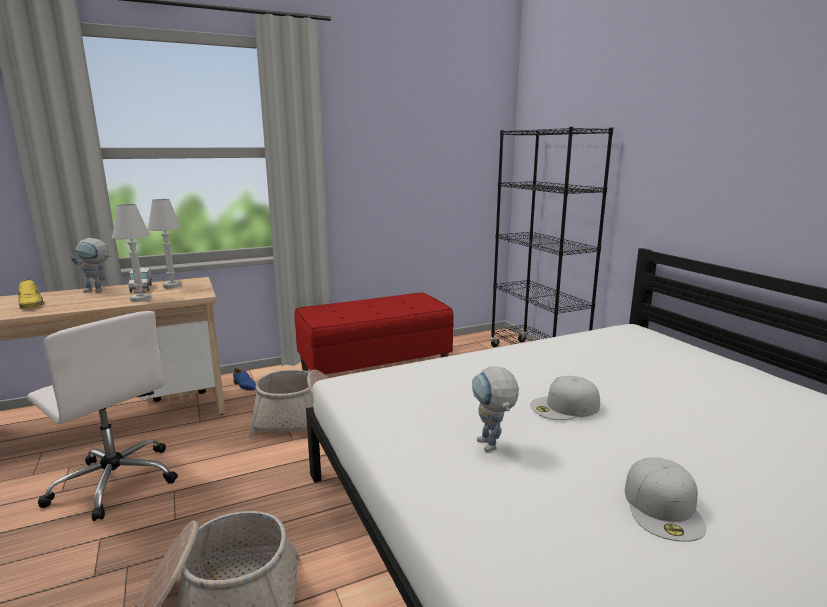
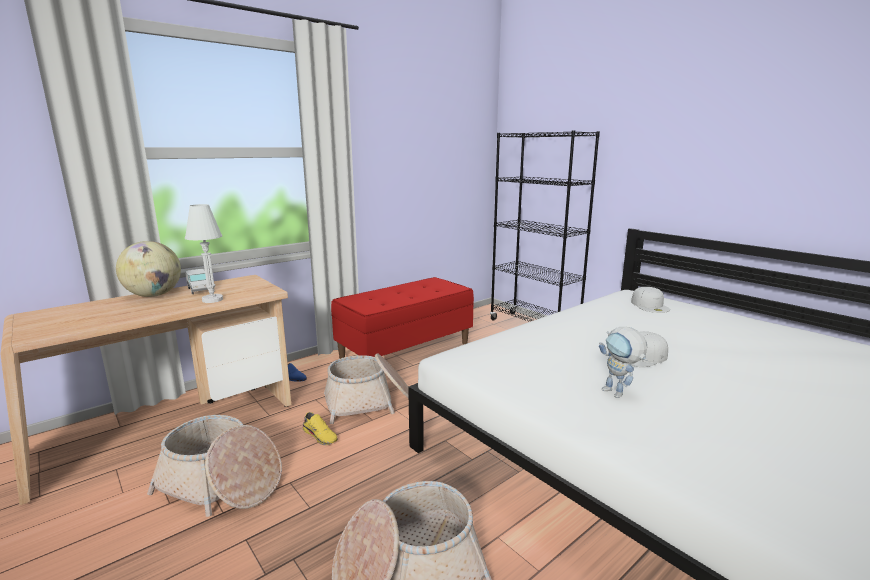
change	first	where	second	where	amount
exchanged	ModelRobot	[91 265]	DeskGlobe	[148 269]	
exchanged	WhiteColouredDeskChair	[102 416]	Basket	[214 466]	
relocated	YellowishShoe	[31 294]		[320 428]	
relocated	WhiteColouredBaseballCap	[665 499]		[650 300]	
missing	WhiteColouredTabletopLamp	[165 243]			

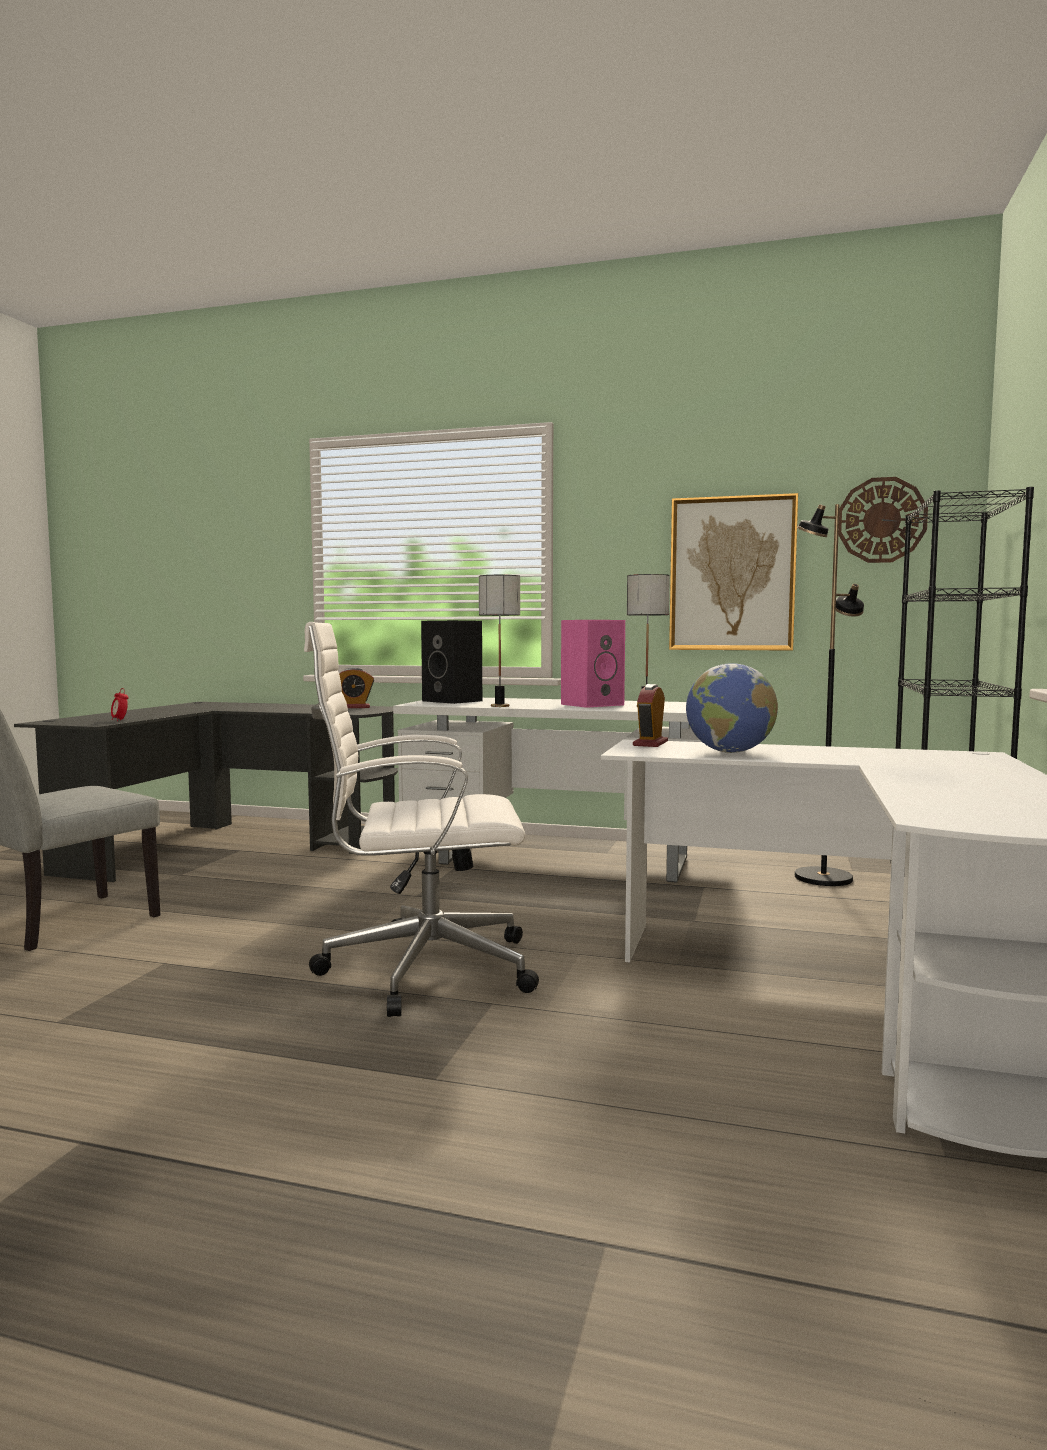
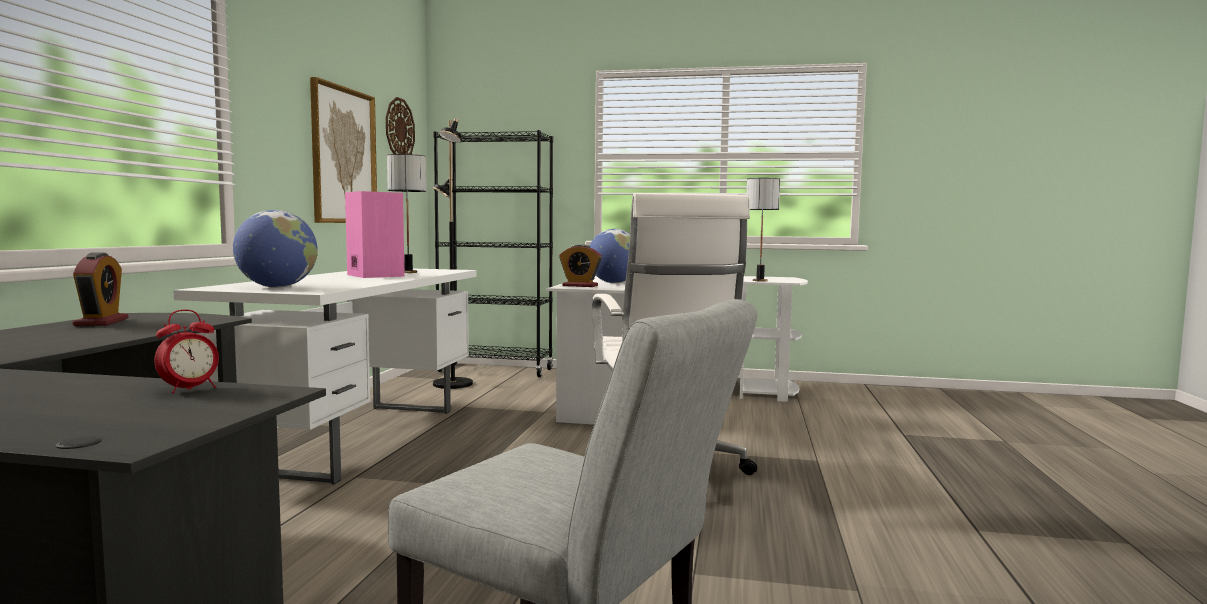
change	first	where	second	where	amount
exchanged	BlackishAudioSpeaker	[451 662]	DeskGlobe	[275 249]	
relocated	TabletopLamp	[499 641]		[763 230]	

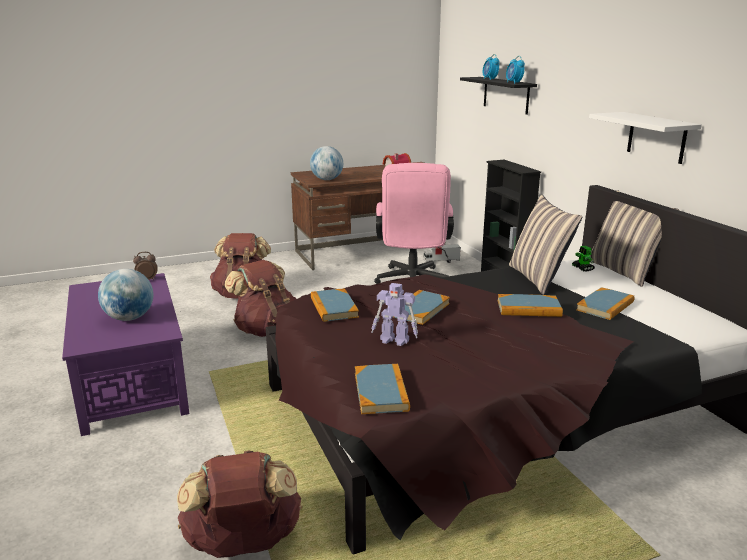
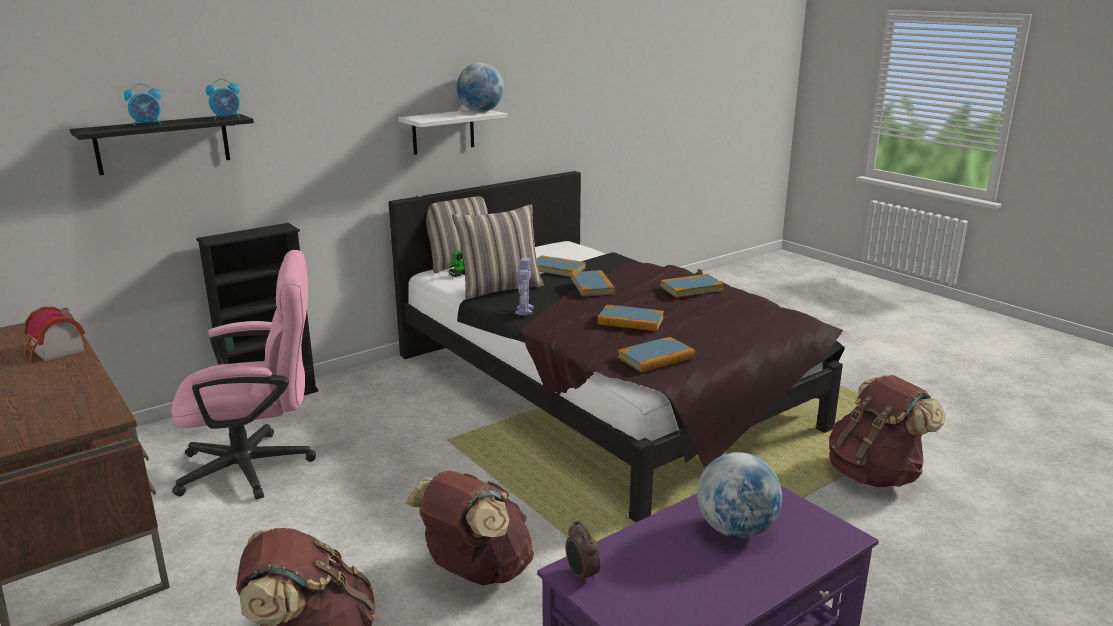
change	first	where	second	where	amount
relocated	DeskGlobe	[326 163]		[480 87]	
relocated	ModelRobot	[394 314]		[524 286]	
relocated	Volume	[382 389]		[692 285]	
missing	ModelTruck	[442 253]			

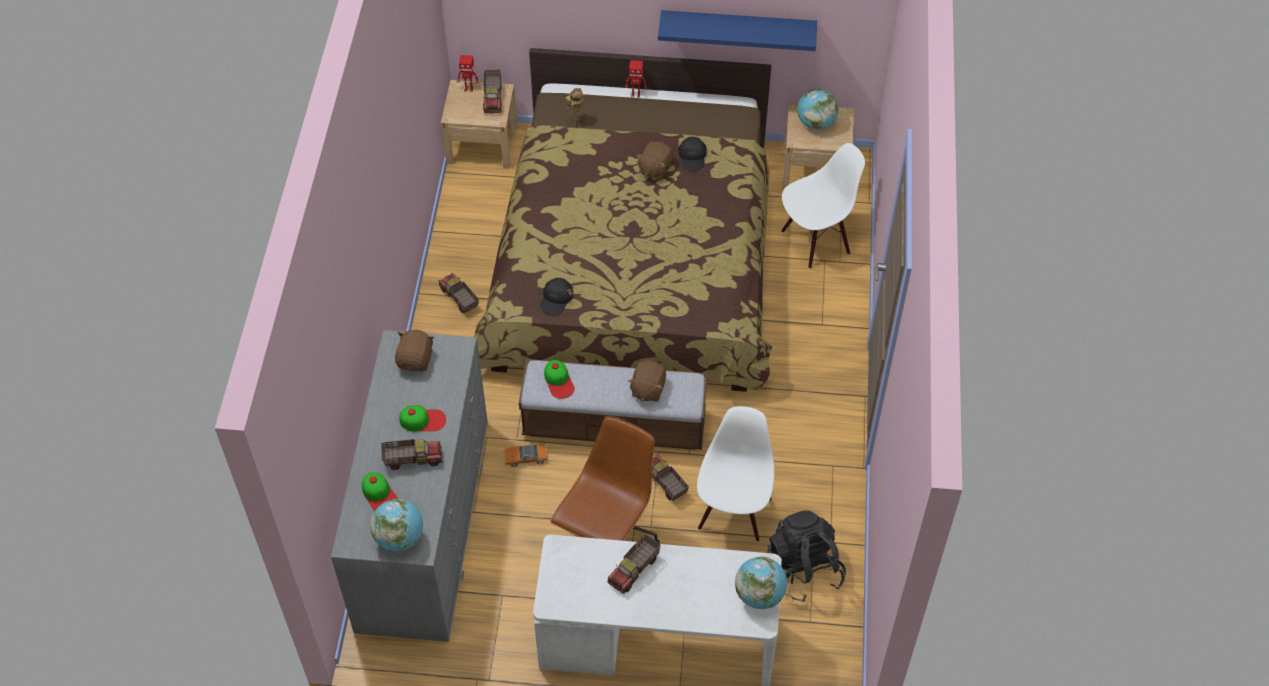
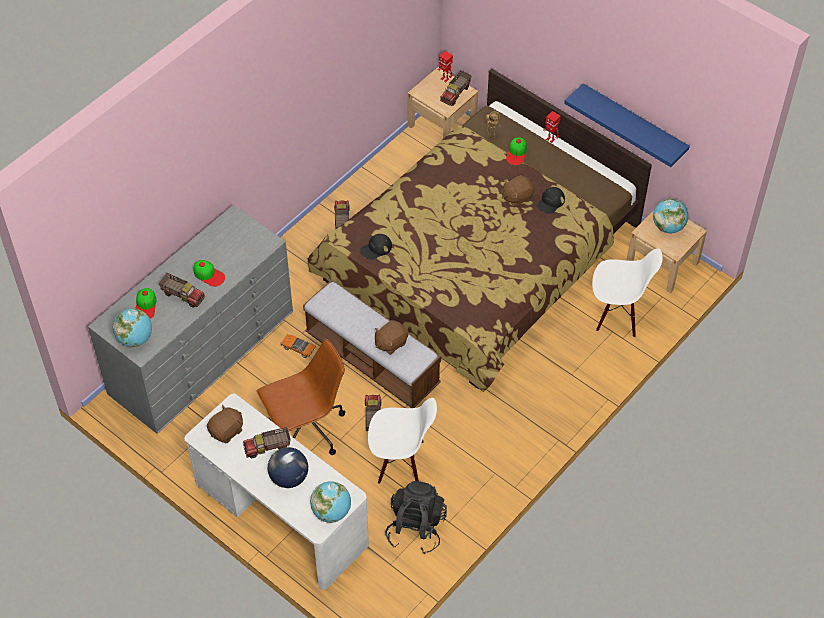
change	first	where	second	where	amount
relocated	BrownishPlushToy	[414 351]		[225 424]	
appeared			DeskGlobe	[288 467]	
spun	WhiteColouredPlainChair	[735 474]		[402 441]	45 degrees clockwise
relocated	BaseballCap	[559 379]		[516 151]	

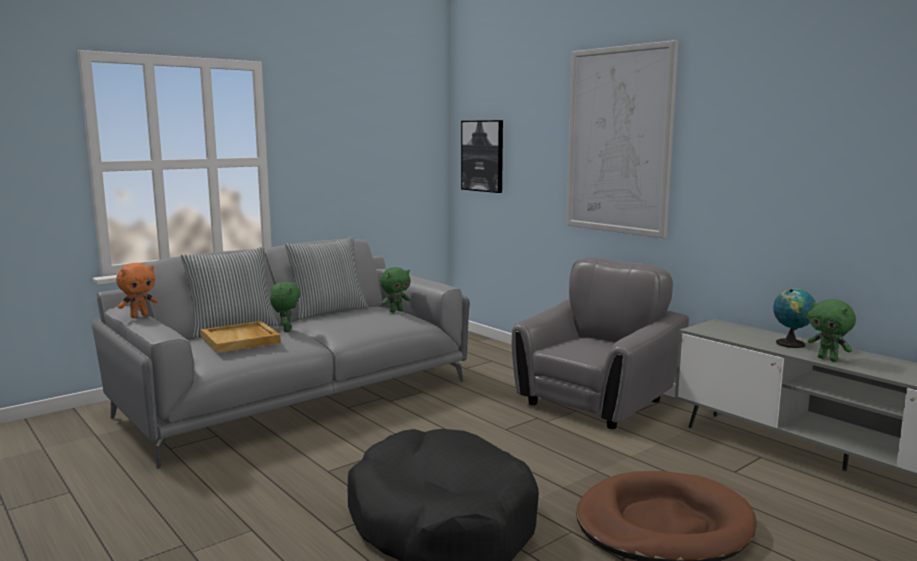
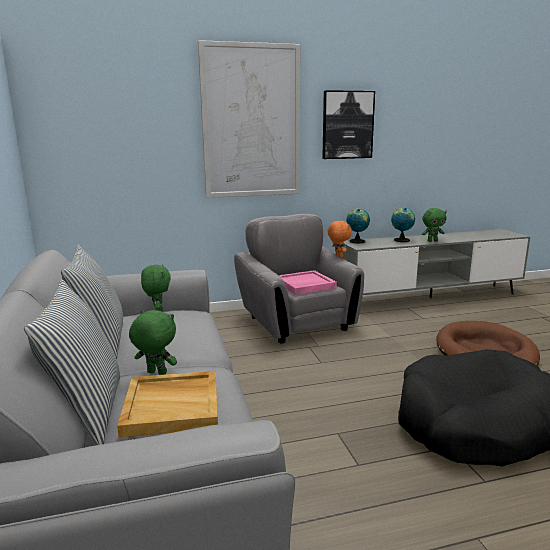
change	first	where	second	where	amount
appeared			PinkColouredTray	[308 282]	
relocated	Picture	[482 156]		[348 124]	
relocated	OrangeColouredPlushToy	[137 290]		[340 239]	
appeared			DeskGlobe	[358 226]	

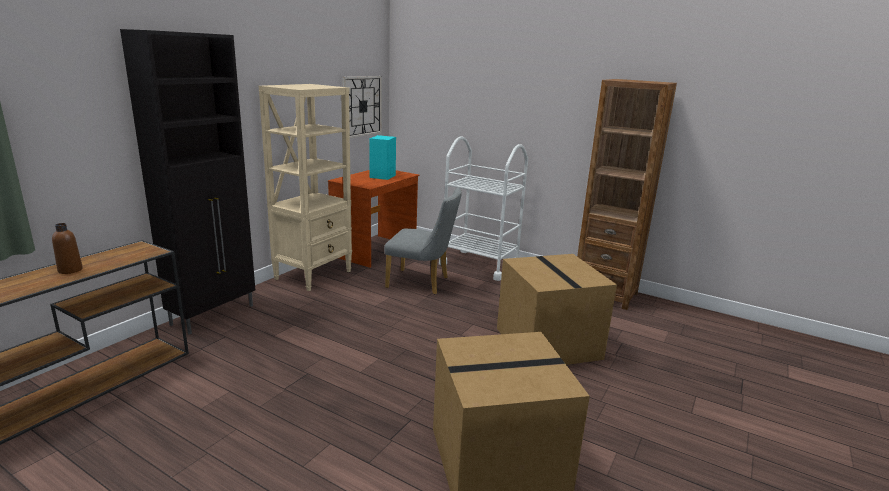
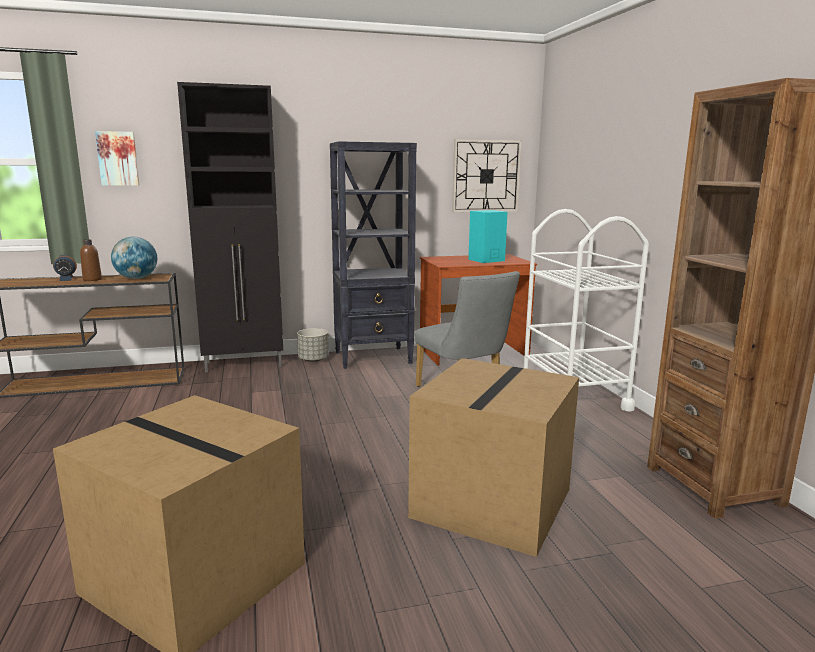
change	first	where	second	where	amount
appeared			AlarmClock	[65 268]	
appeared			Picture	[117 158]	
appeared			DeskGlobe	[134 258]	
appeared			GrayPlanter	[313 345]	
colour	BeigeColouredBookshelf	[305 187]	BlackishBookshelf	[373 255]	

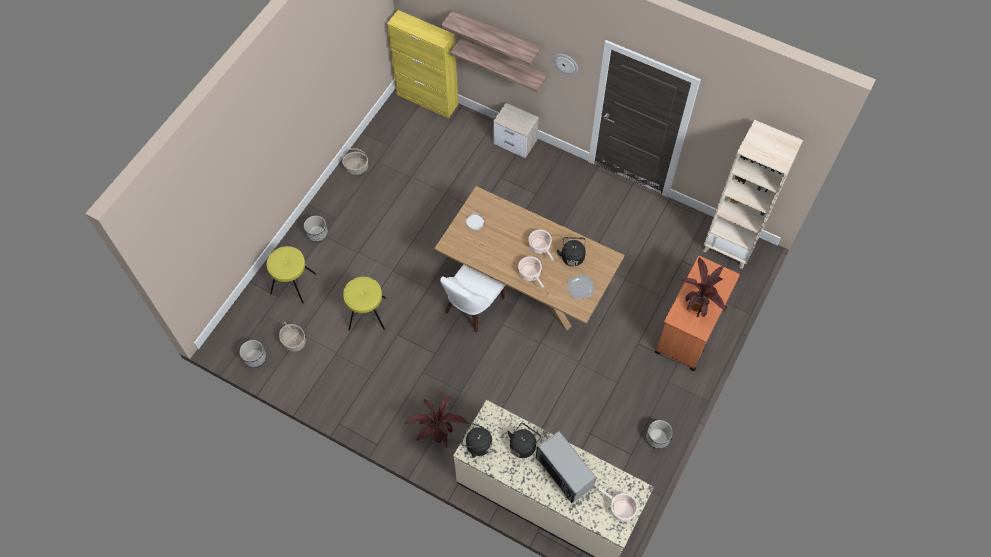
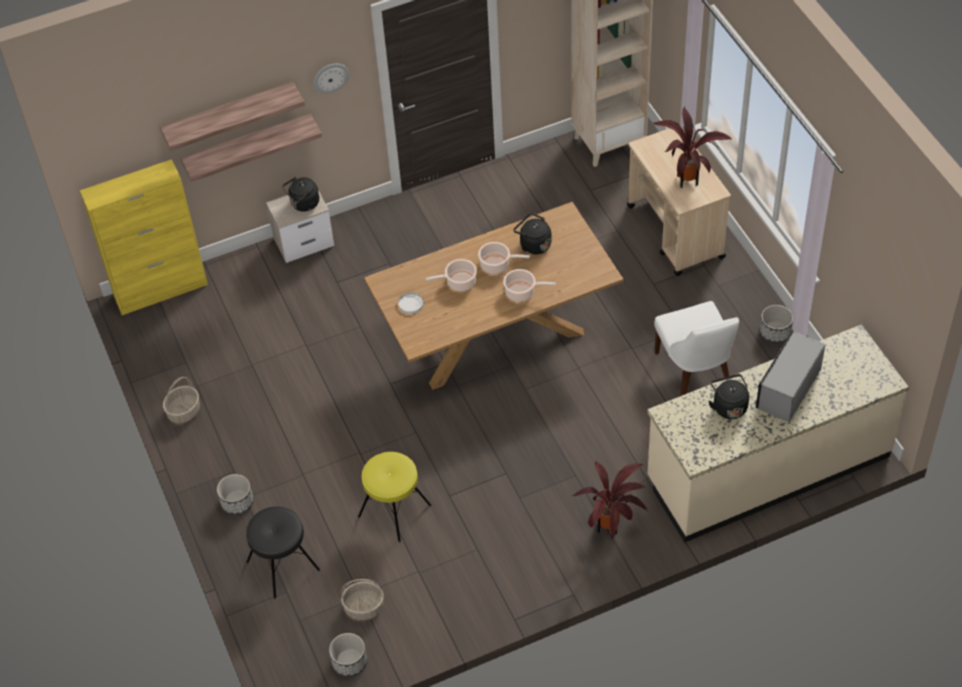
change	first	where	second	where	amount
colour	YellowishStool	[291 275]	BlackishStool	[283 552]	
relocated	BlackishKettle	[476 440]		[300 194]	
relocated	Stockpot	[618 505]		[451 275]	
colour	OrangeColouredCart	[697 313]	BeigeColouredCart	[679 202]	
relocated	WhiteColouredPlainChair	[472 298]		[696 348]	
spun	Microwave	[566 467]		[790 376]	120 degrees clockwise
missing	DinnerPlate	[581 287]			

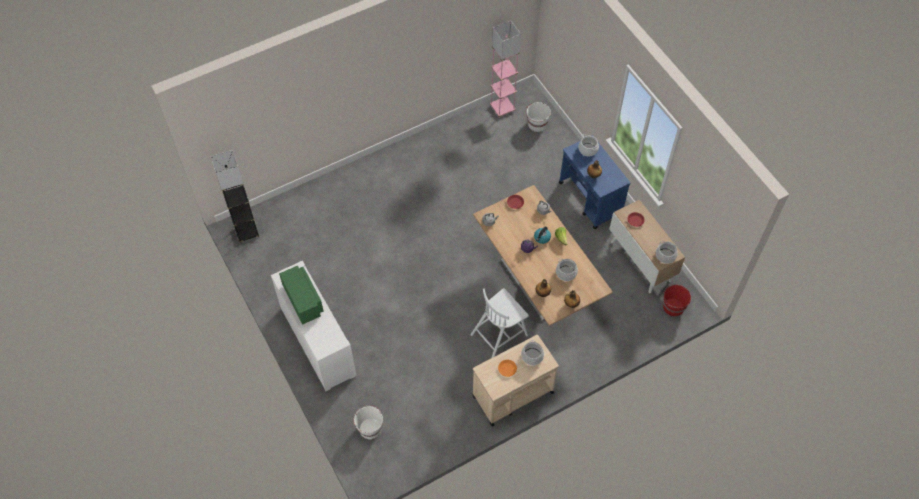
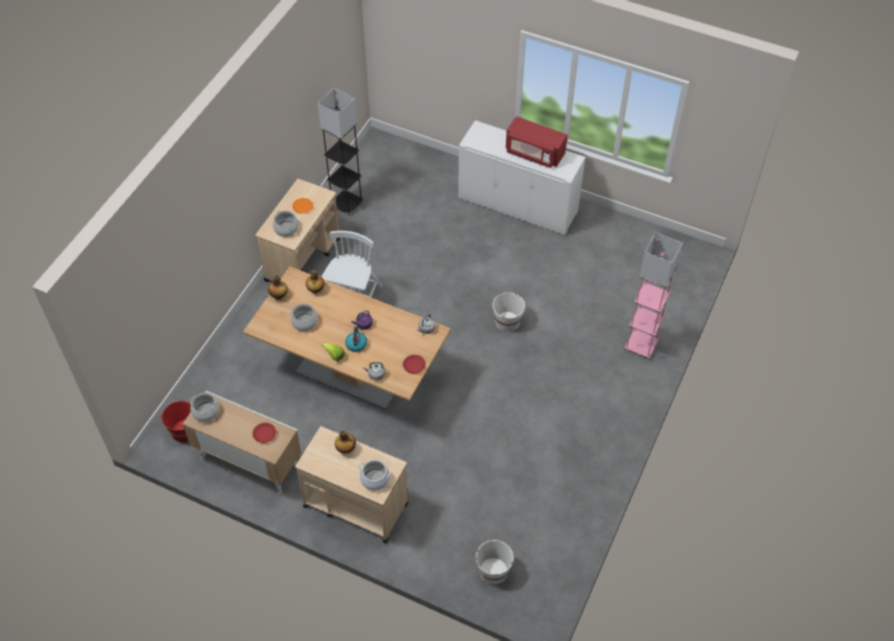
change	first	where	second	where	amount
colour	BluishCart	[594 182]	BeigeColouredCart	[352 484]	
relocated	GrayStandingLamp	[235 196]		[340 152]	
relocated	WhiteColouredPail	[368 422]		[510 312]	
colour	GreenMicrowave	[301 295]	ReddishMicrowave	[536 142]	
relocated	PinkColouredStandingLamp	[505 69]		[653 296]	

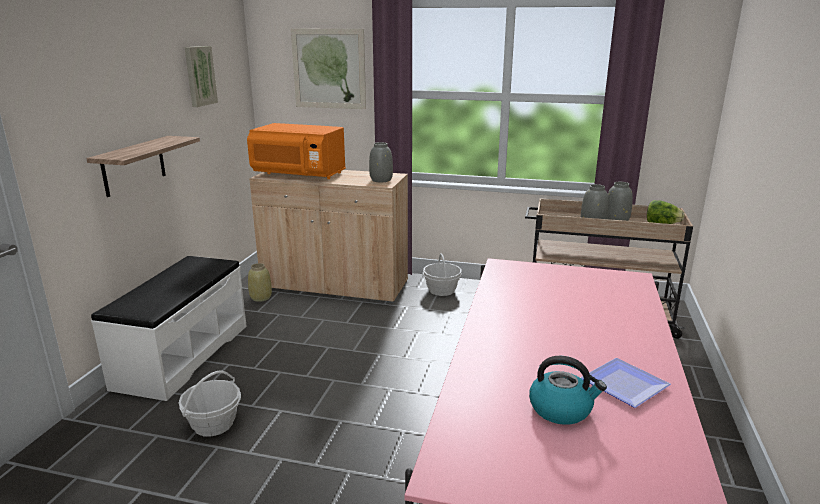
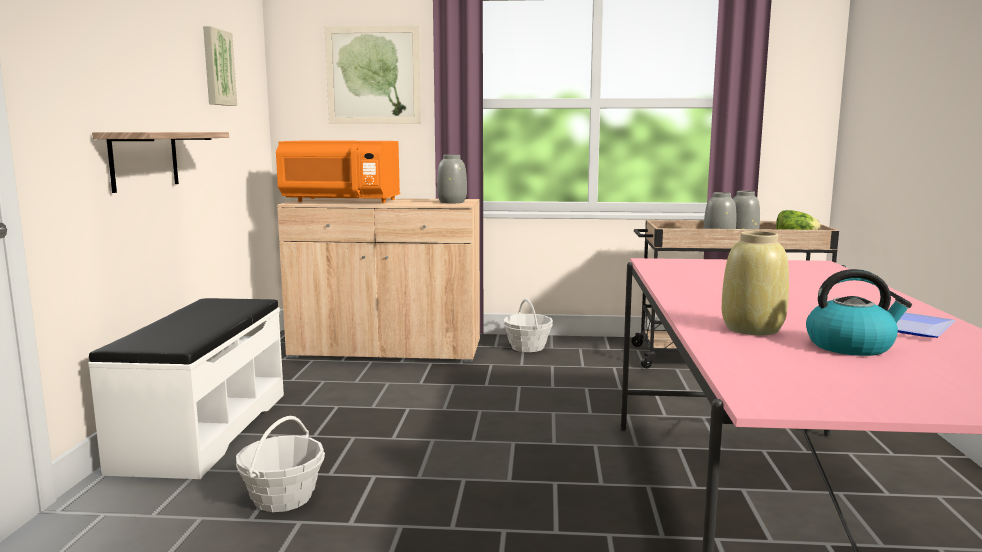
change	first	where	second	where	amount
relocated	BeigeColouredDecorativeVase	[260 282]		[755 283]	

